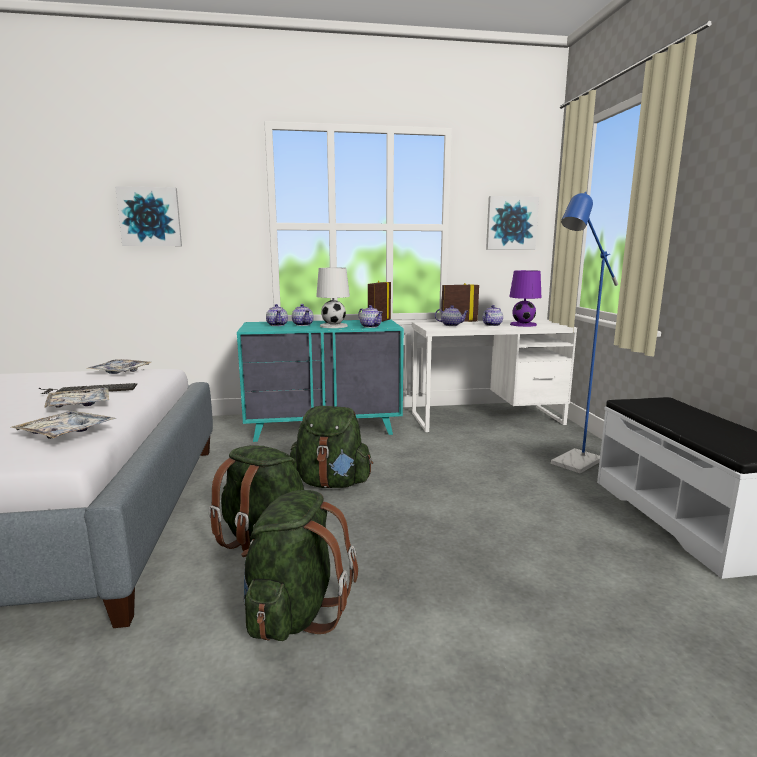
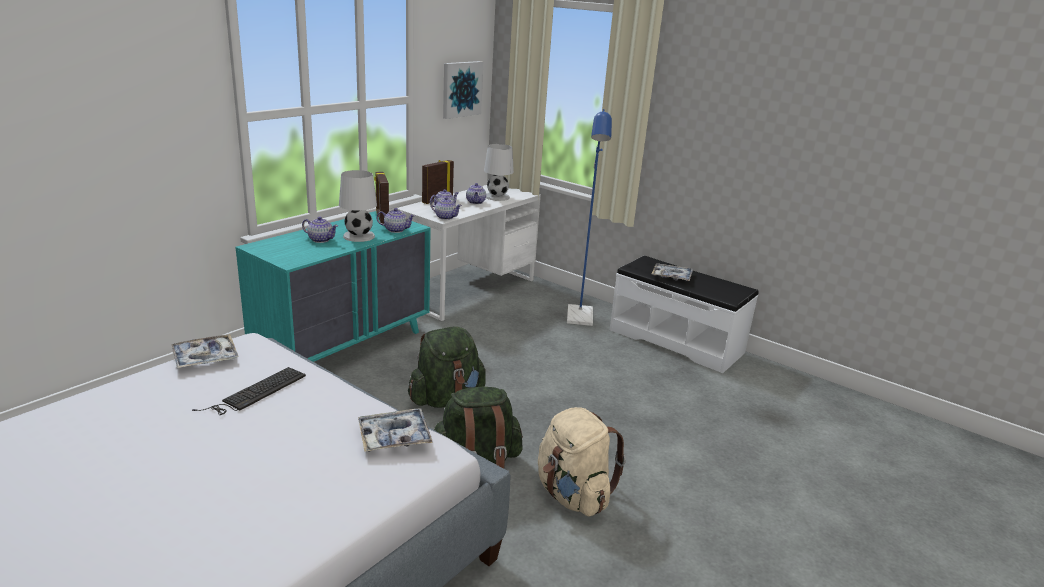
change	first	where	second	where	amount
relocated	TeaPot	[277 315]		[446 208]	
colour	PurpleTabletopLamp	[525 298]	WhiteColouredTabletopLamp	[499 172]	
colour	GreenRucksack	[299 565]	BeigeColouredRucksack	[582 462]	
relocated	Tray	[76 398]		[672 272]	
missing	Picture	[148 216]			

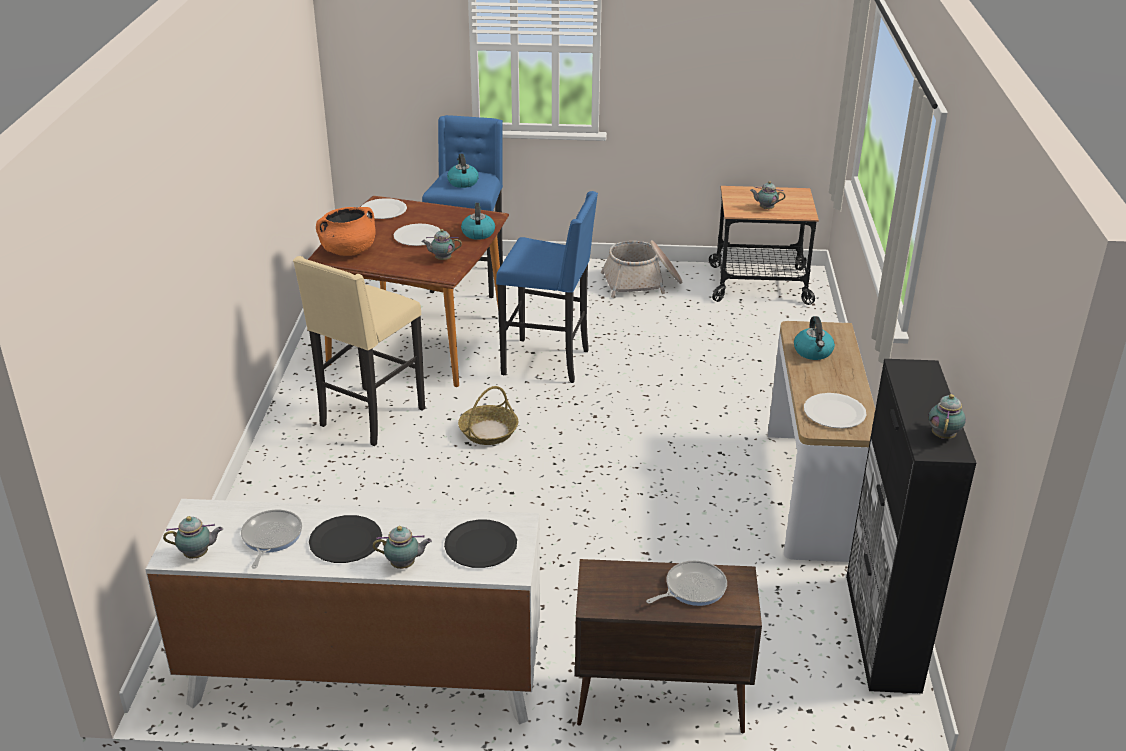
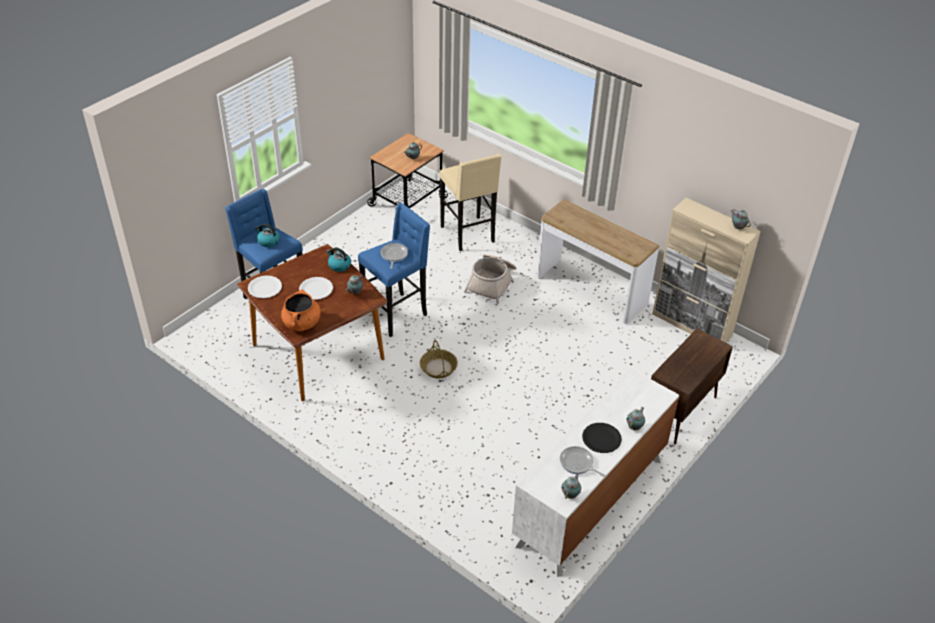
change	first	where	second	where	amount
relocated	Skillet	[686 583]		[394 256]	
relocated	BeigeColouredStool	[359 351]		[470 202]	
relocated	Basket	[641 269]		[490 279]	
colour	BlackishCupboard	[911 526]	BeigeColouredCupboard	[706 270]	
missing	BlackishDinnerPlate	[480 543]			
missing	Kettle	[814 338]			
missing	WhiteColouredDinnerPlate	[835 410]			

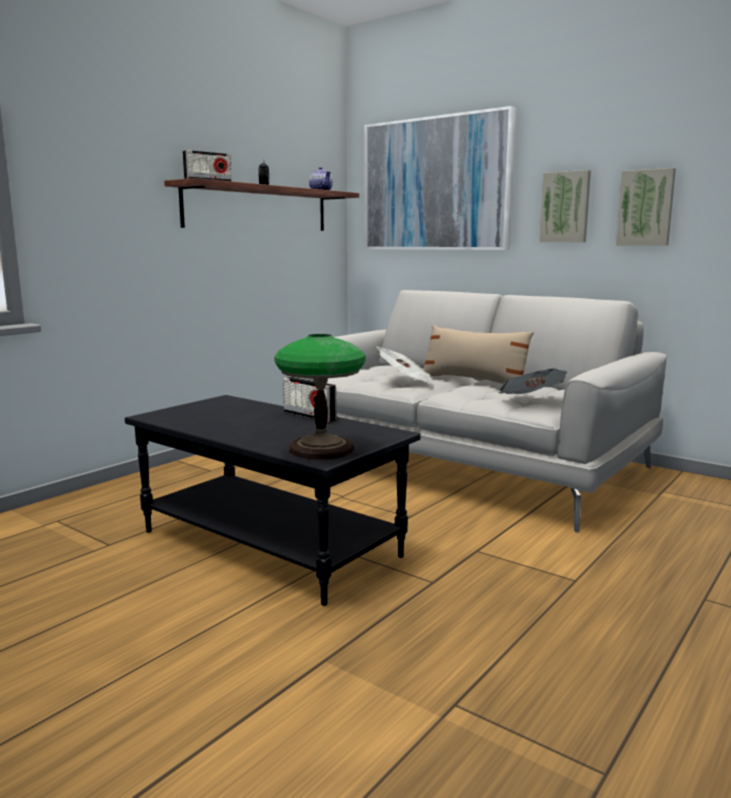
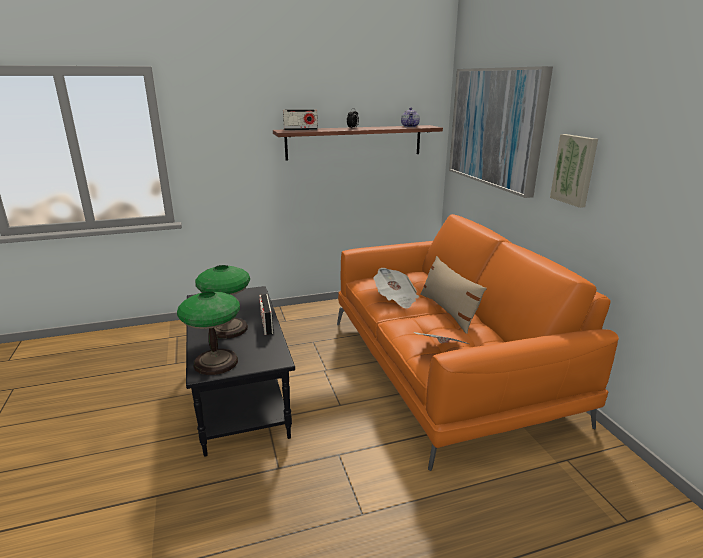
change	first	where	second	where	amount
appeared			TabletopLamp	[222 302]	
colour	GraySofa	[481 411]	OrangeColouredSofa	[478 342]	
missing	Picture	[646 207]			

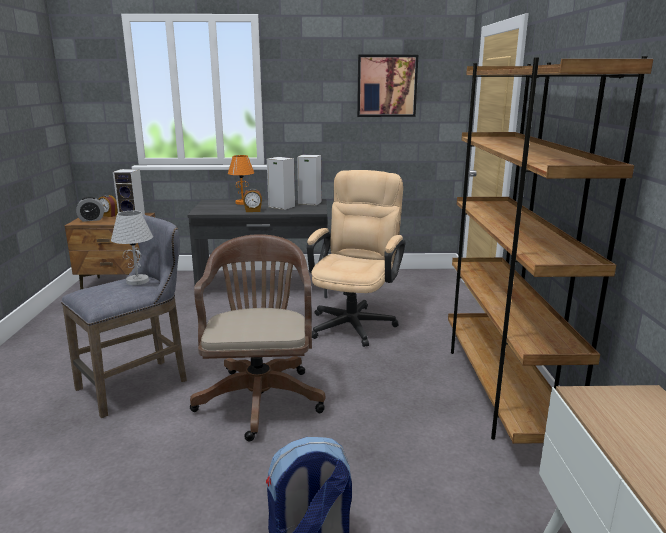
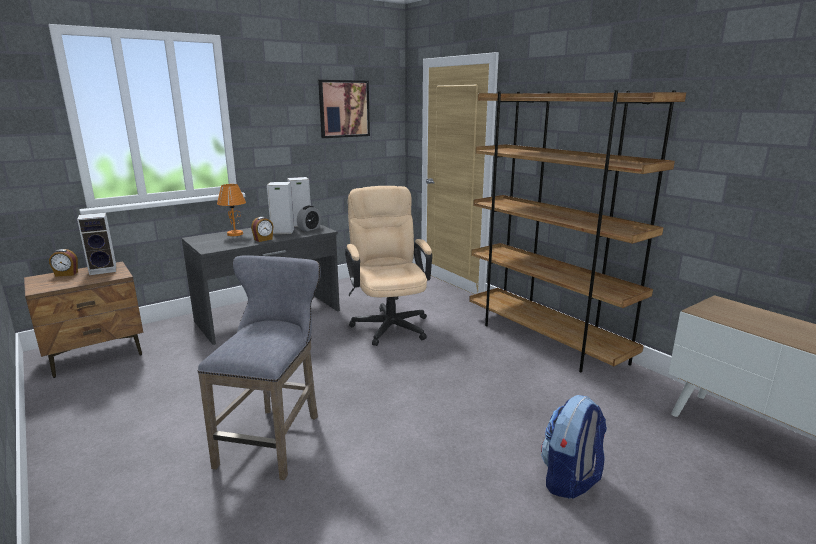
change	first	where	second	where	amount
relocated	AlarmClock	[90 209]		[309 218]	
missing	WhiteColouredTabletopLamp	[132 248]			
missing	BrownishDeskChair	[257 337]			

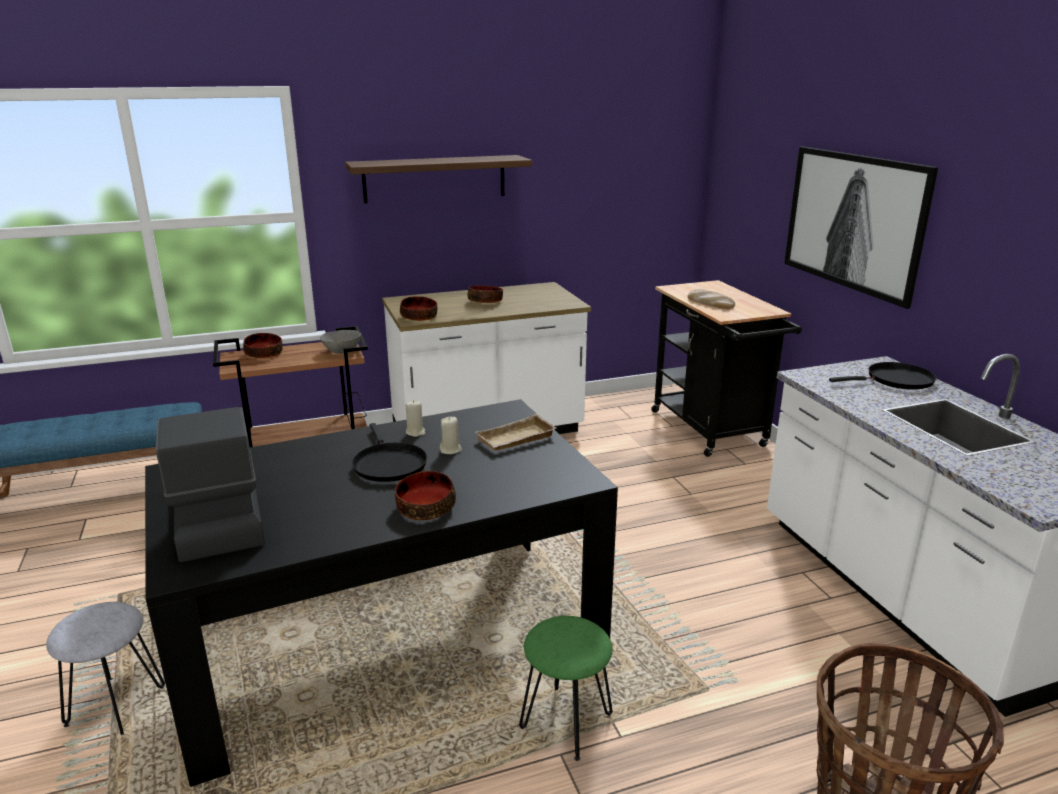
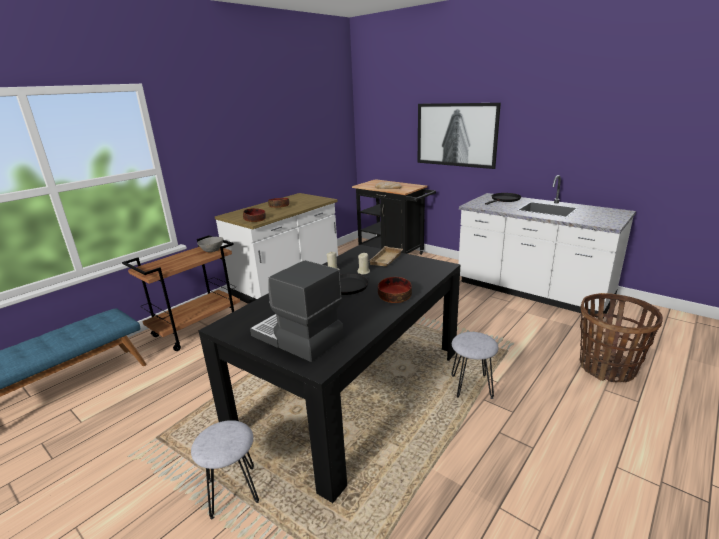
change	first	where	second	where	amount
colour	GreenStool	[565 688]	GrayStool	[475 365]	
missing	Bowl	[263 345]			
missing	BracketShelf	[438 179]			

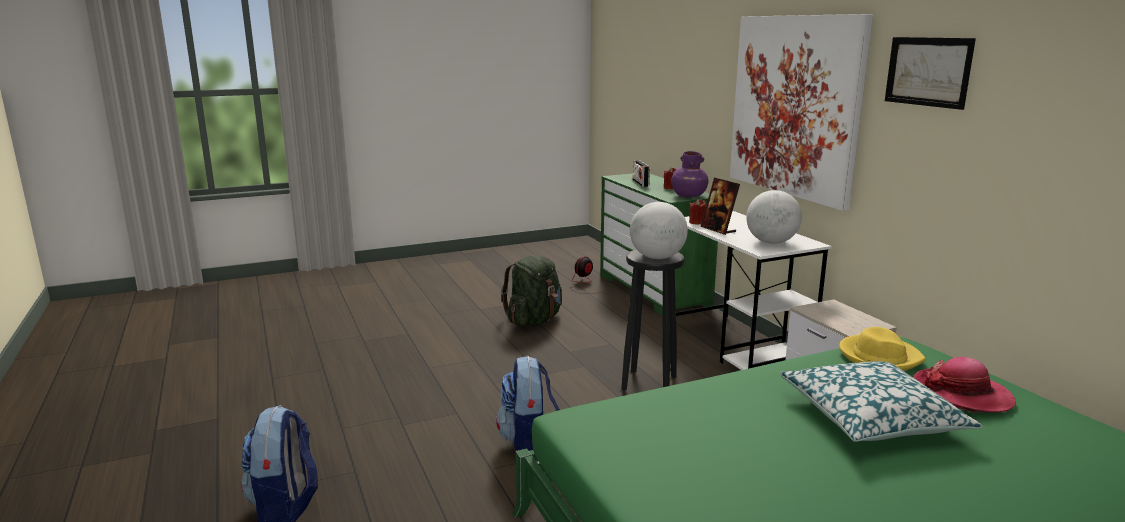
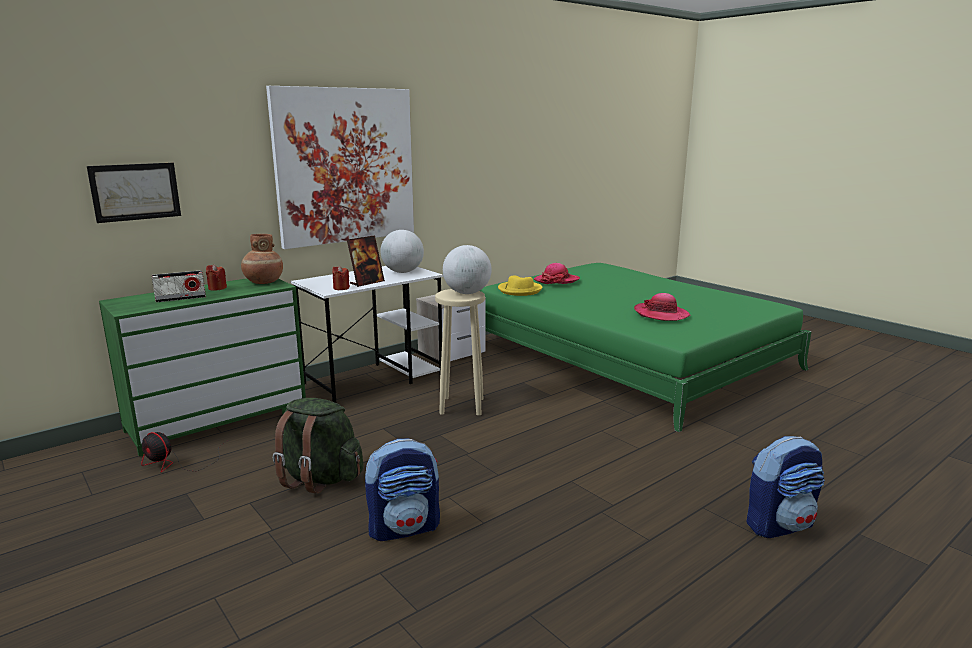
change	first	where	second	where	amount
relocated	Picture	[930 73]		[134 193]	
colour	PurpleDecorativeVase	[689 174]	BrownishDecorativeVase	[262 259]	
relocated	Rucksack	[528 405]		[402 490]	
colour	BlackishStool	[652 320]	BeigeColouredStool	[460 352]	
appeared			WearableHat	[662 307]	
missing	ThrowPillow	[881 401]			

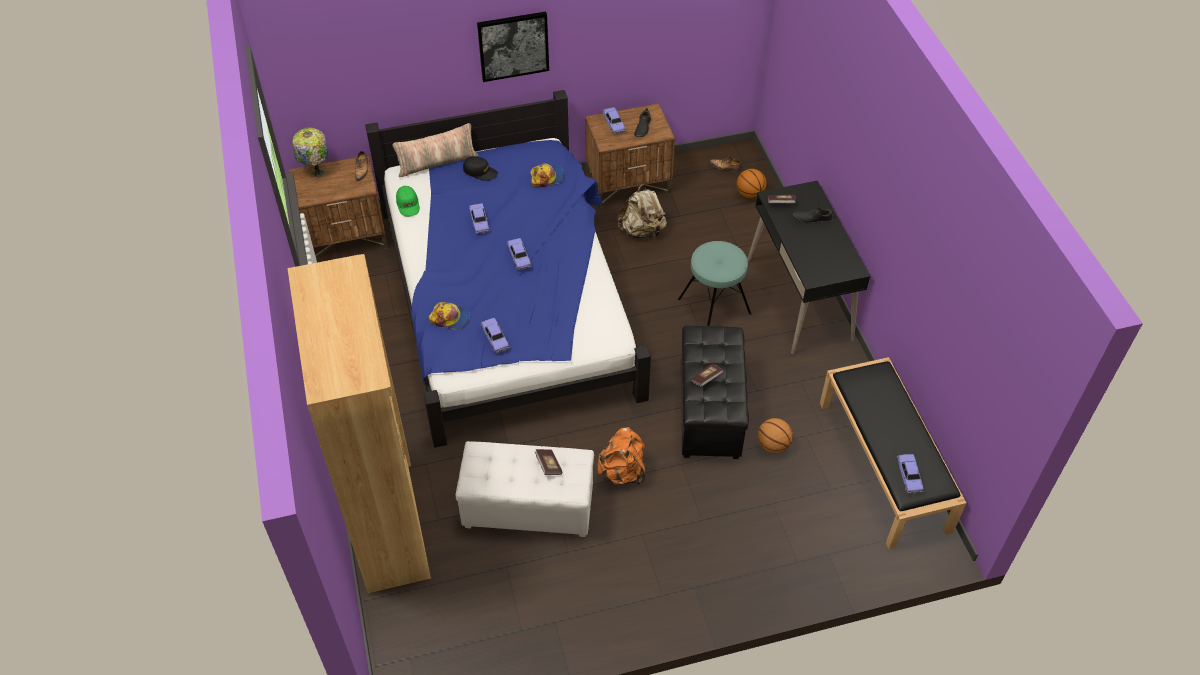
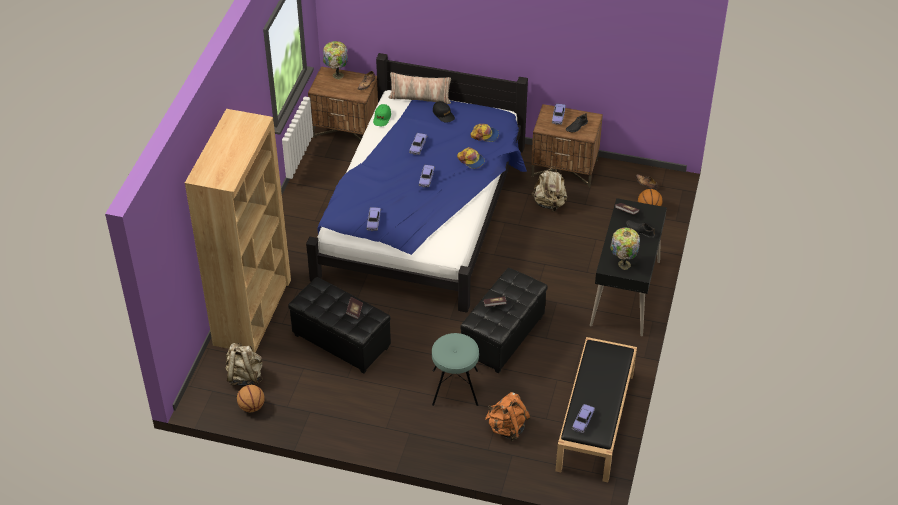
change	first	where	second	where	amount
appeared			BeigeColouredRucksack	[244 364]	
relocated	BasketballBall	[775 435]		[250 398]	
colour	WhiteColouredFootrest	[525 489]	BlackishFootrest	[339 325]	
relocated	TurquoiseStool	[714 283]		[455 369]	
relocated	BaseballCap	[449 316]		[471 158]	
relocated	OrangeColouredRucksack	[621 456]		[508 416]	
appeared			TabletopLamp	[625 249]	
missing	Picture	[513 46]			

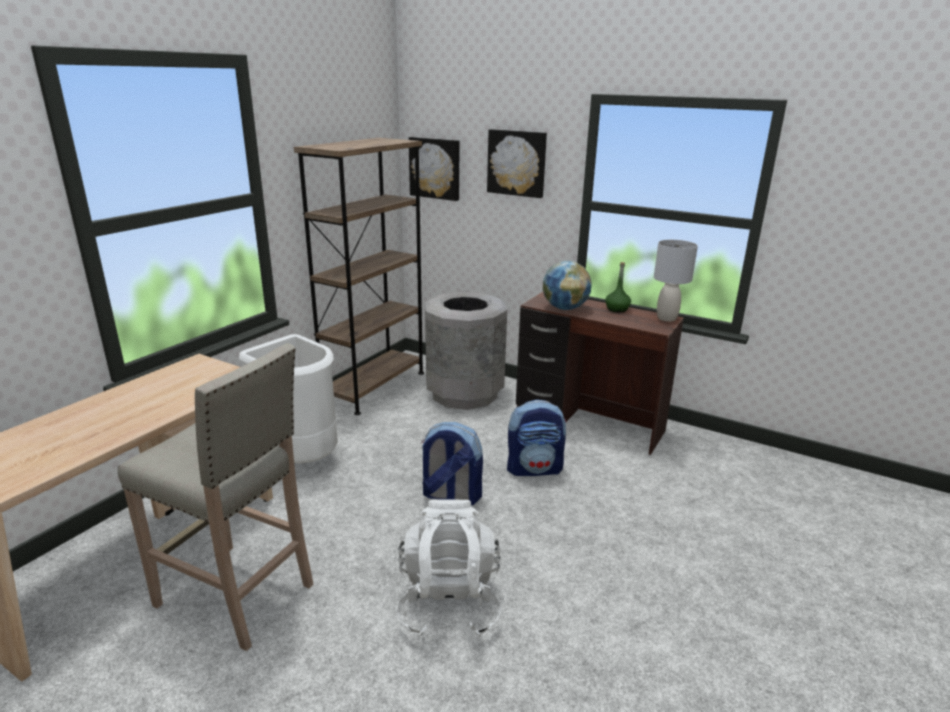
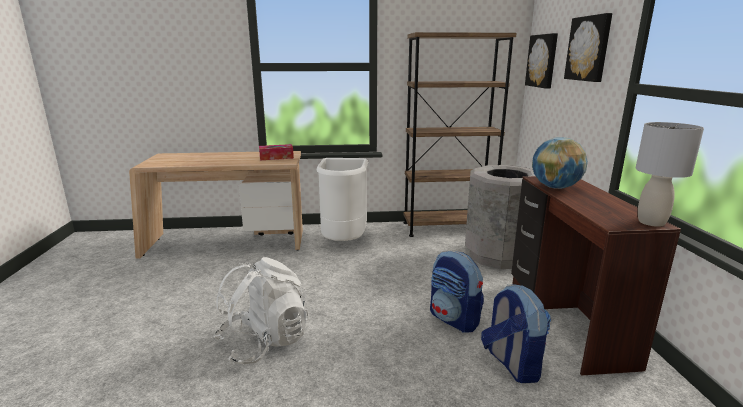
change	first	where	second	where	amount
appeared			BoxOfTissues	[276 152]	
relocated	Rucksack	[452 464]		[516 334]	
missing	BeigeColouredStool	[216 497]			
missing	GreenBottle	[618 287]			

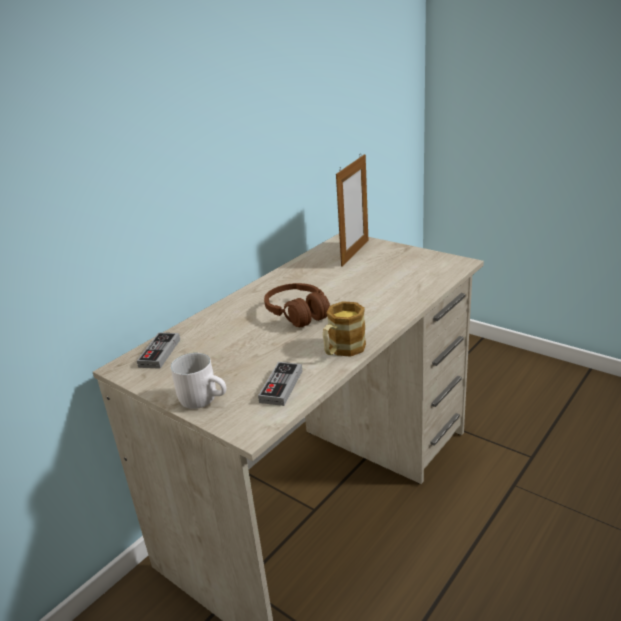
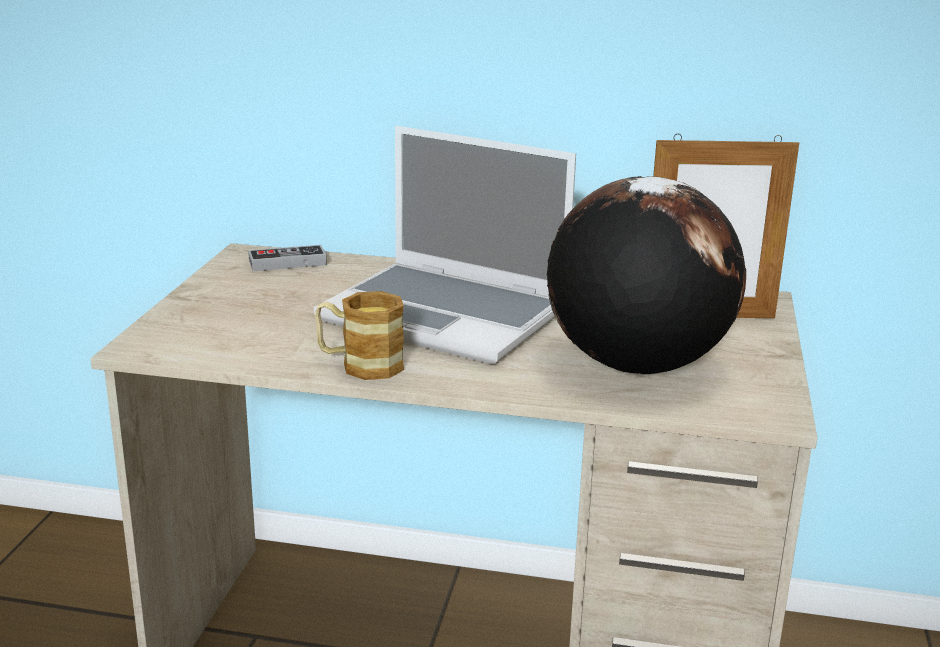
change	first	where	second	where	amount
exchanged	BrownishPairOfHeadphones	[297 305]	NotebookComputer	[445 245]	
appeared			DeskGlobe	[646 275]	
missing	WhiteColouredCoffeeMug	[198 381]			
missing	GameController	[280 384]			

